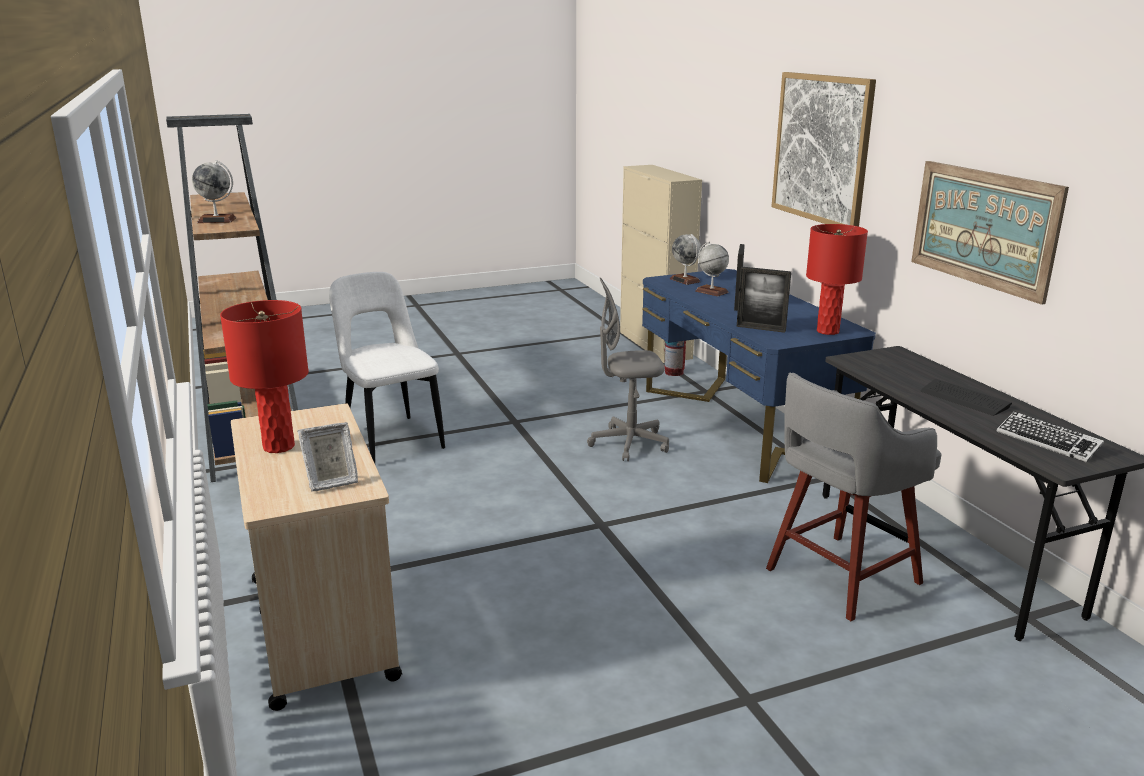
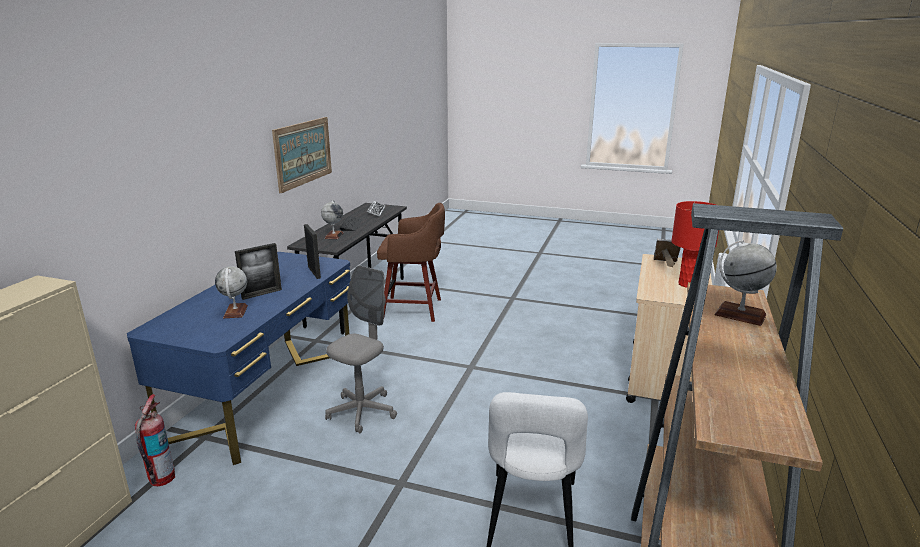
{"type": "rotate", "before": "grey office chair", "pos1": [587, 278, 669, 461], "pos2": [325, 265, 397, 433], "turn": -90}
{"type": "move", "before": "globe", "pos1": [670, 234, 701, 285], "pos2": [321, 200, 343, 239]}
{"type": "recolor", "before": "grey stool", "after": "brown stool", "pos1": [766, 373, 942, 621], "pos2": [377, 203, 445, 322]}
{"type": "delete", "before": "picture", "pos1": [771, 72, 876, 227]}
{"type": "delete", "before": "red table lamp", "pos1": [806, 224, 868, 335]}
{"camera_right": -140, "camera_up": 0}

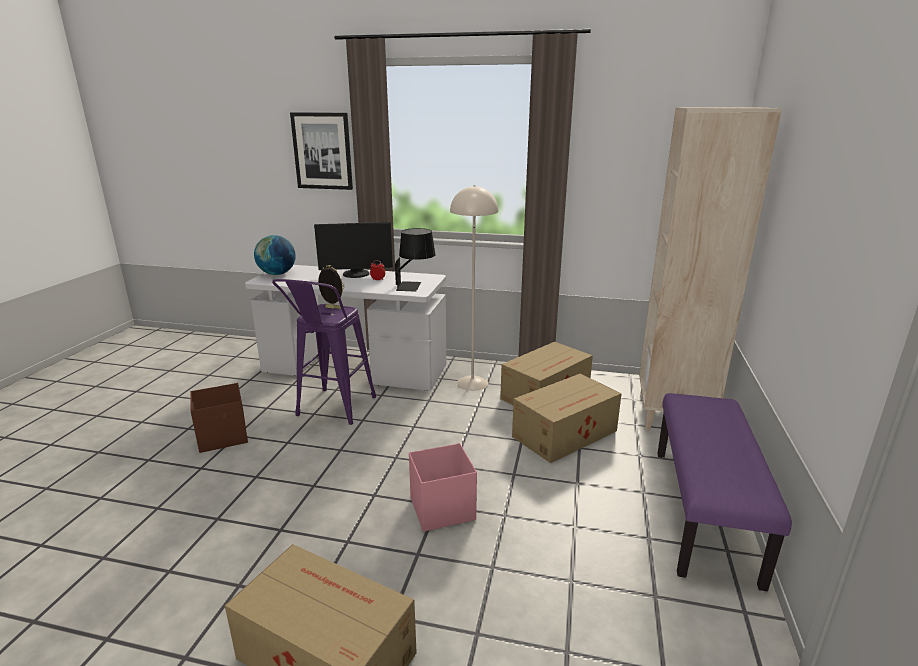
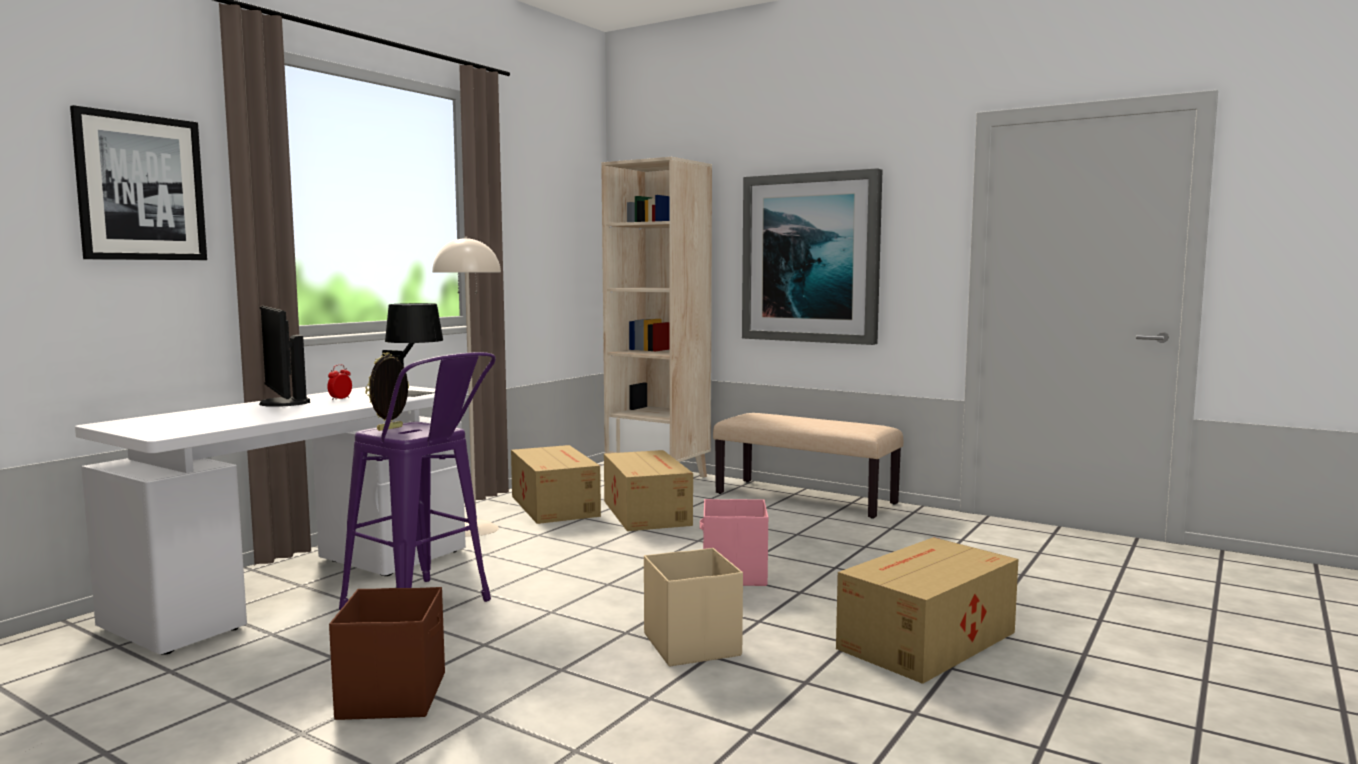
{"type": "delete", "before": "globe", "pos1": [254, 235, 296, 275]}
{"type": "rotate", "before": "monitor", "pos1": [314, 222, 393, 278], "pos2": [259, 306, 310, 407], "turn": 135}
{"type": "recolor", "before": "purple bench", "after": "beige bench", "pos1": [658, 393, 792, 591], "pos2": [713, 413, 903, 519]}
{"type": "insert", "after": "beige storage box", "pos2": [644, 548, 743, 667]}
{"type": "insert", "after": "picture", "pos2": [742, 168, 882, 345]}
{"camera_right": -70, "camera_up": -15}

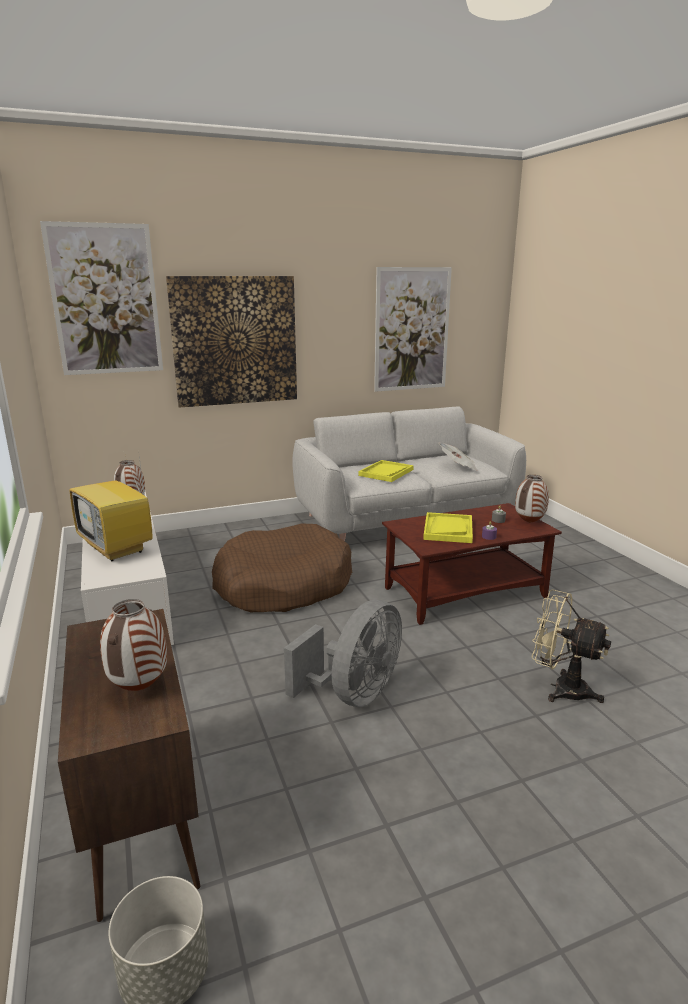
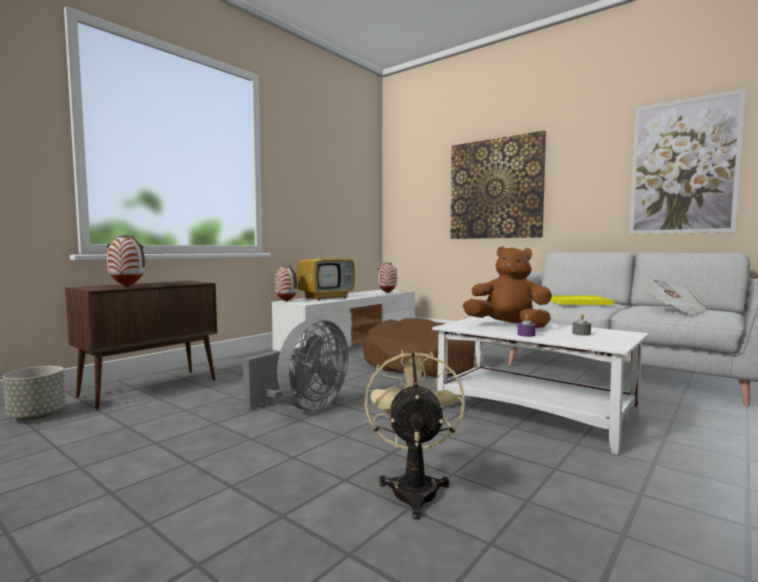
{"type": "delete", "before": "picture", "pos1": [40, 221, 163, 375]}
{"type": "rotate", "before": "television", "pos1": [70, 449, 153, 561], "pos2": [297, 241, 355, 301], "turn": -150}
{"type": "rotate", "before": "grey fan", "pos1": [284, 600, 402, 707], "pos2": [243, 318, 348, 410], "turn": -60}
{"type": "recolor", "before": "brown coffee table", "after": "white coffee table", "pos1": [382, 503, 562, 625], "pos2": [432, 317, 649, 455]}
{"type": "replace", "before": "yellow tray", "after": "brown plush toy", "pos1": [423, 512, 473, 543], "pos2": [463, 246, 552, 328]}
{"type": "move", "before": "vase", "pos1": [515, 475, 549, 523], "pos2": [274, 265, 298, 302]}
{"camera_right": 60, "camera_up": -15}

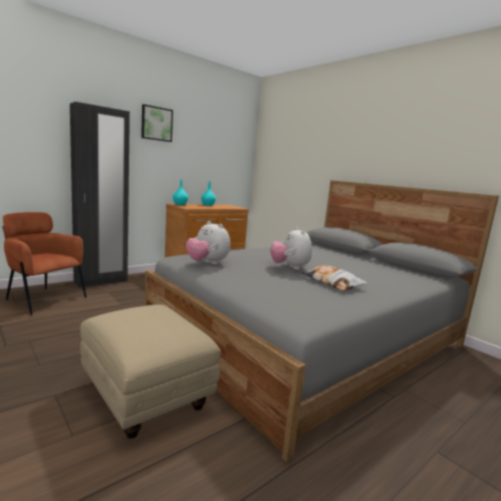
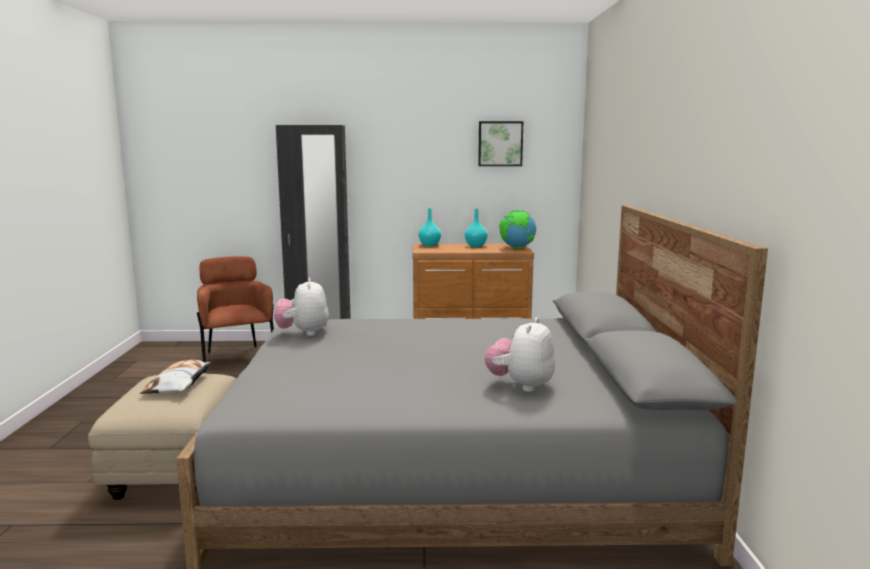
{"type": "move", "before": "picture", "pos1": [141, 104, 173, 142], "pos2": [478, 121, 523, 166]}
{"type": "move", "before": "plush toy", "pos1": [270, 227, 312, 270], "pos2": [485, 318, 555, 392]}
{"type": "move", "before": "pillow", "pos1": [301, 265, 368, 291], "pos2": [140, 360, 213, 394]}
{"type": "insert", "after": "globe", "pos2": [499, 210, 536, 248]}
{"camera_right": 40, "camera_up": 0}

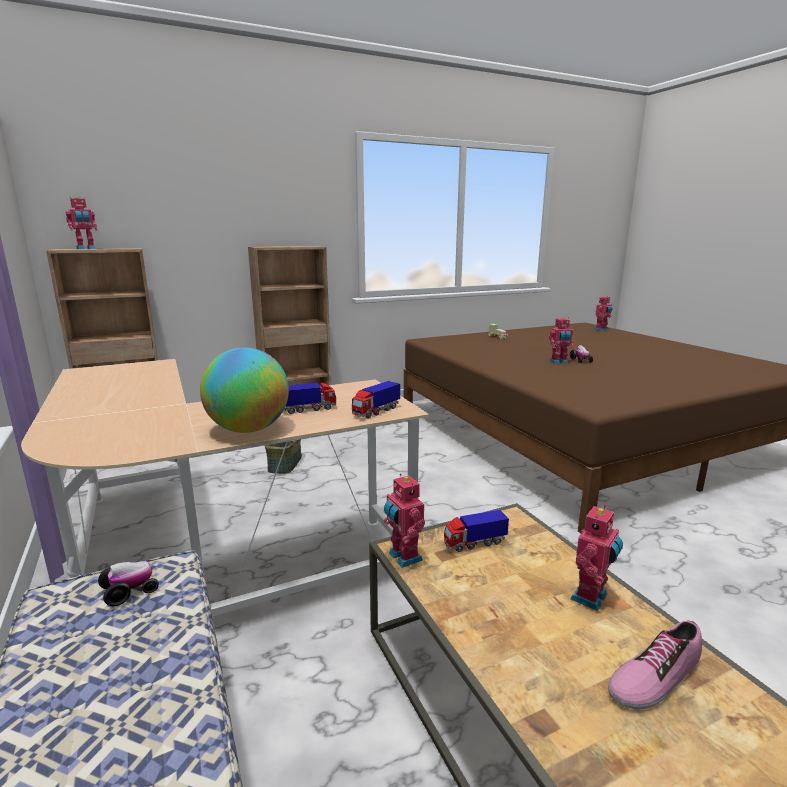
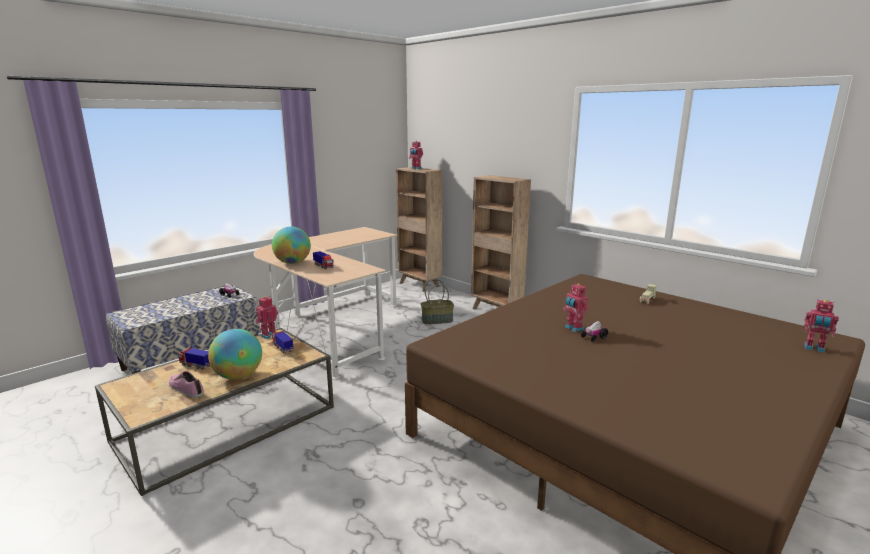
{"type": "move", "before": "toy truck", "pos1": [352, 381, 400, 419], "pos2": [179, 348, 210, 370]}
{"type": "replace", "before": "toy robot", "after": "globe", "pos1": [571, 505, 623, 611], "pos2": [208, 329, 262, 380]}
{"camera_right": 70, "camera_up": 0}

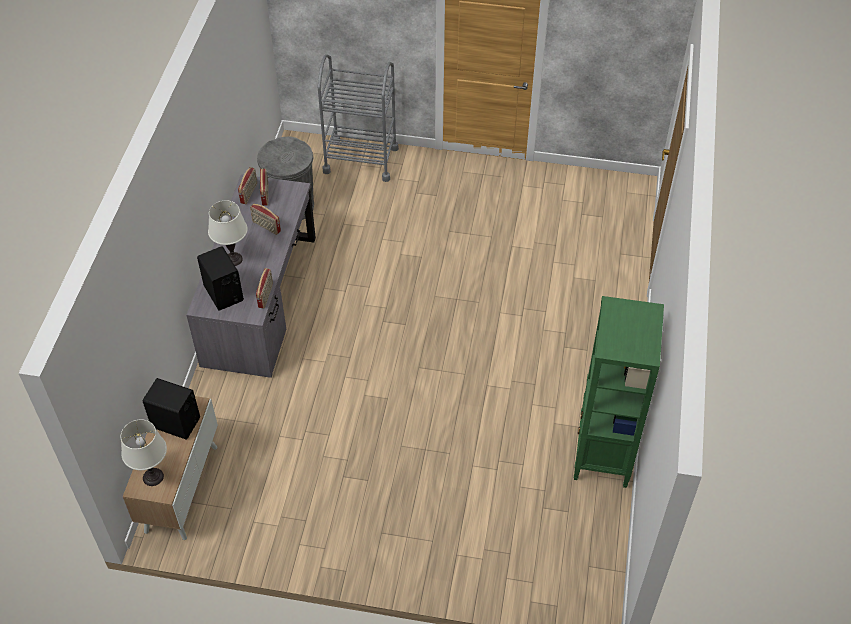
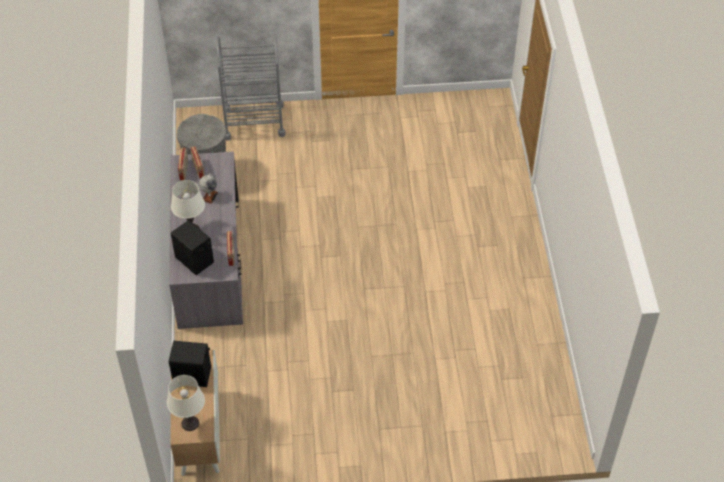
{"type": "replace", "before": "radio", "after": "globe", "pos1": [250, 203, 281, 235], "pos2": [199, 174, 218, 204]}
{"type": "delete", "before": "green bookcase", "pos1": [574, 296, 664, 488]}
{"camera_right": -15, "camera_up": 0}

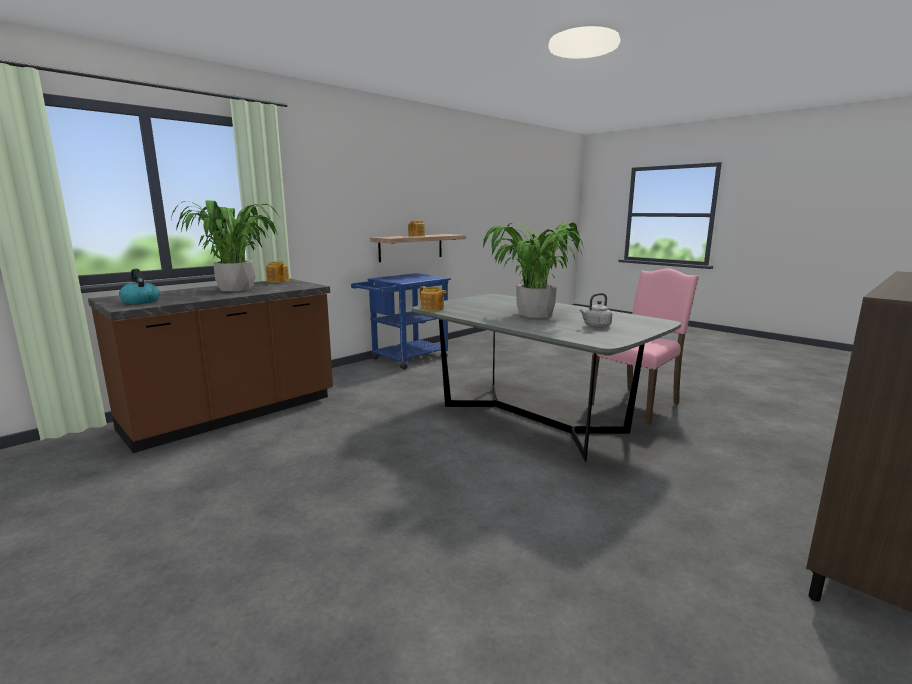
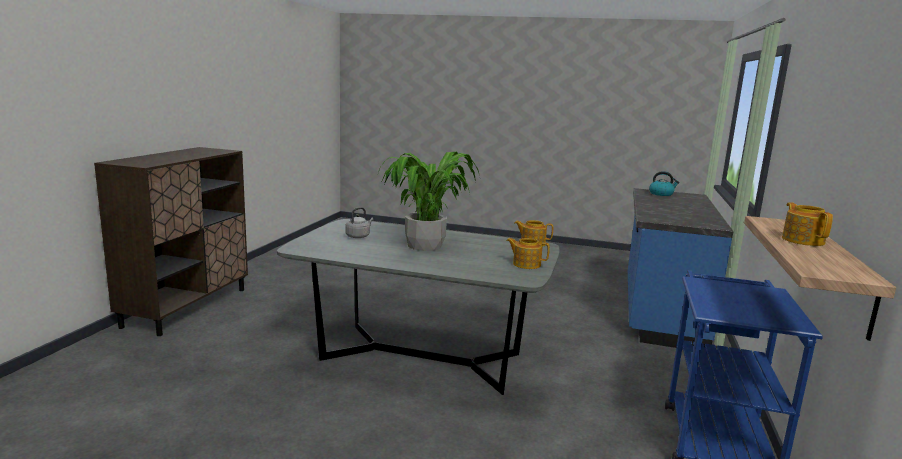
{"type": "recolor", "before": "brown counter", "after": "blue counter", "pos1": [88, 279, 333, 453], "pos2": [628, 188, 733, 348]}
{"type": "delete", "before": "potted plant", "pos1": [171, 201, 278, 291]}
{"type": "move", "before": "teapot", "pos1": [266, 261, 289, 283], "pos2": [506, 238, 550, 269]}
{"type": "delete", "before": "pink chair", "pos1": [588, 268, 699, 424]}
{"camera_right": 150, "camera_up": 0}

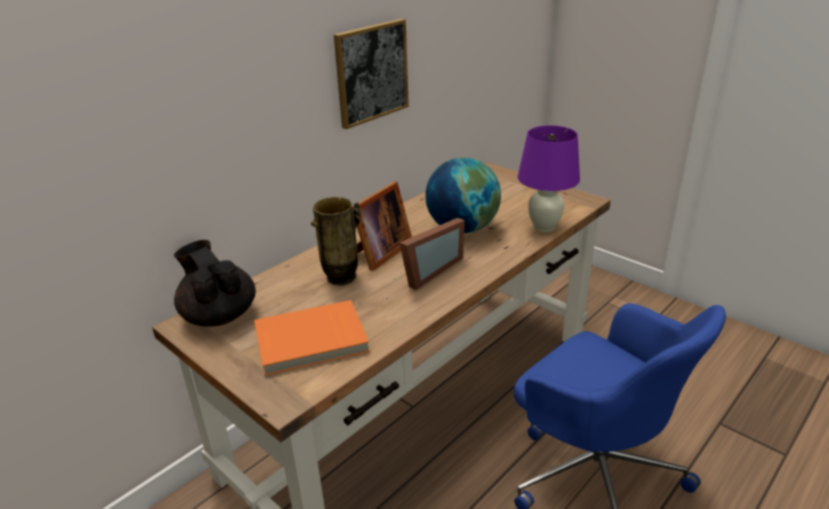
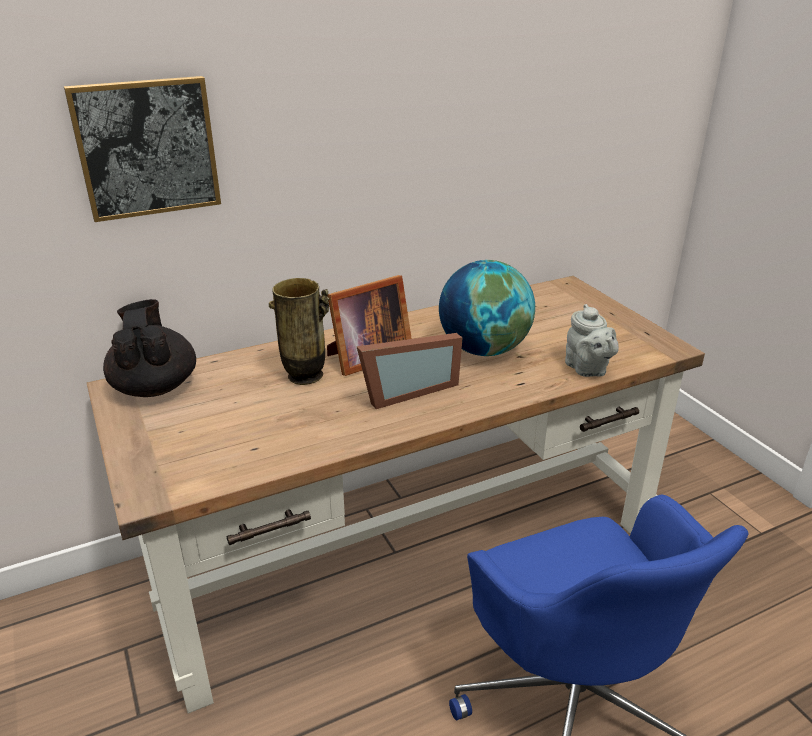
{"type": "delete", "before": "orange book", "pos1": [254, 300, 370, 376]}
{"type": "move", "before": "picture", "pos1": [334, 19, 409, 129], "pos2": [64, 76, 221, 222]}
{"type": "replace", "before": "purple table lamp", "after": "grey teapot", "pos1": [518, 125, 580, 232], "pos2": [565, 304, 619, 377]}
{"camera_right": 20, "camera_up": 0}

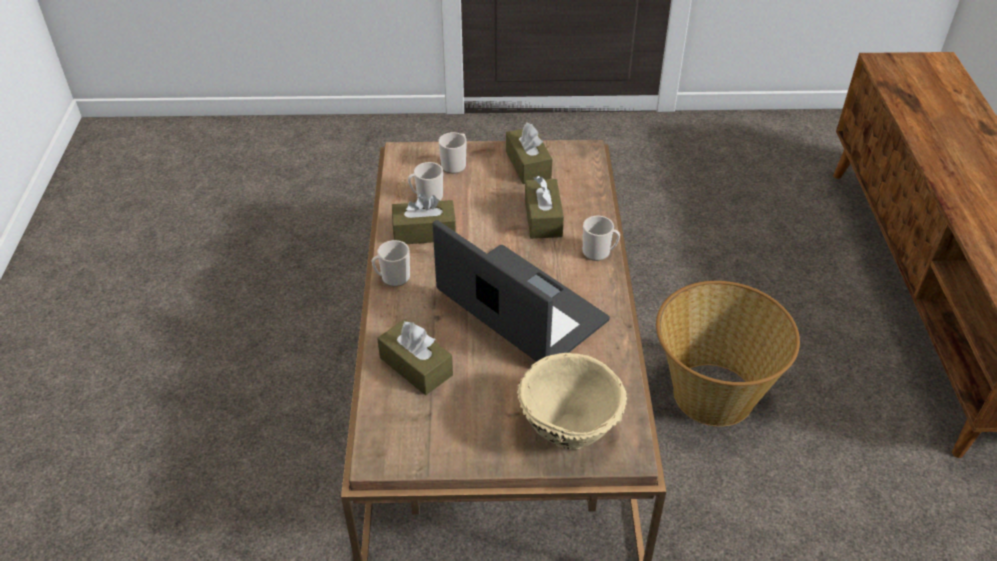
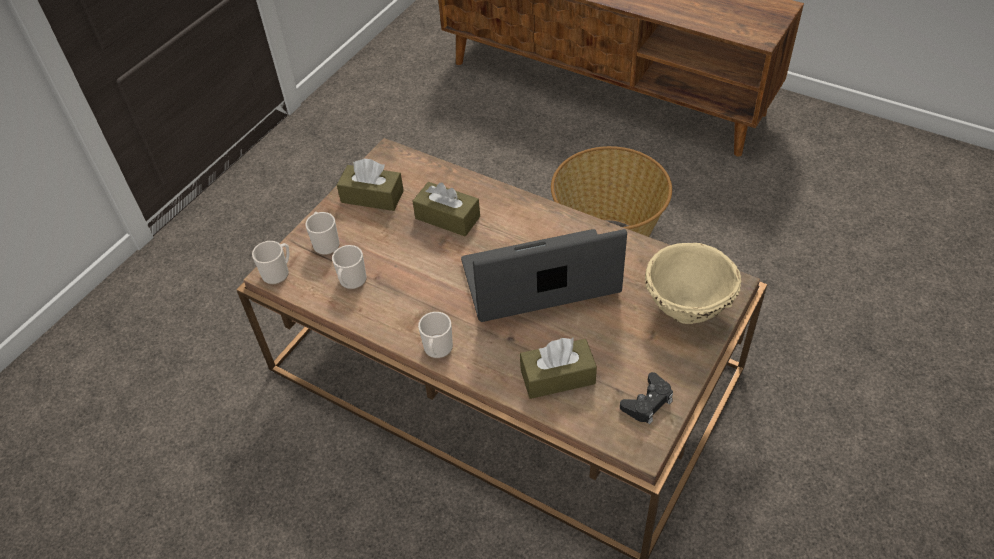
{"type": "delete", "before": "brown tissue box", "pos1": [392, 193, 456, 244]}
{"type": "move", "before": "mug", "pos1": [583, 216, 620, 261], "pos2": [252, 241, 289, 285]}
{"type": "insert", "after": "black game controller", "pos2": [620, 372, 673, 424]}
{"camera_right": -55, "camera_up": 5}

